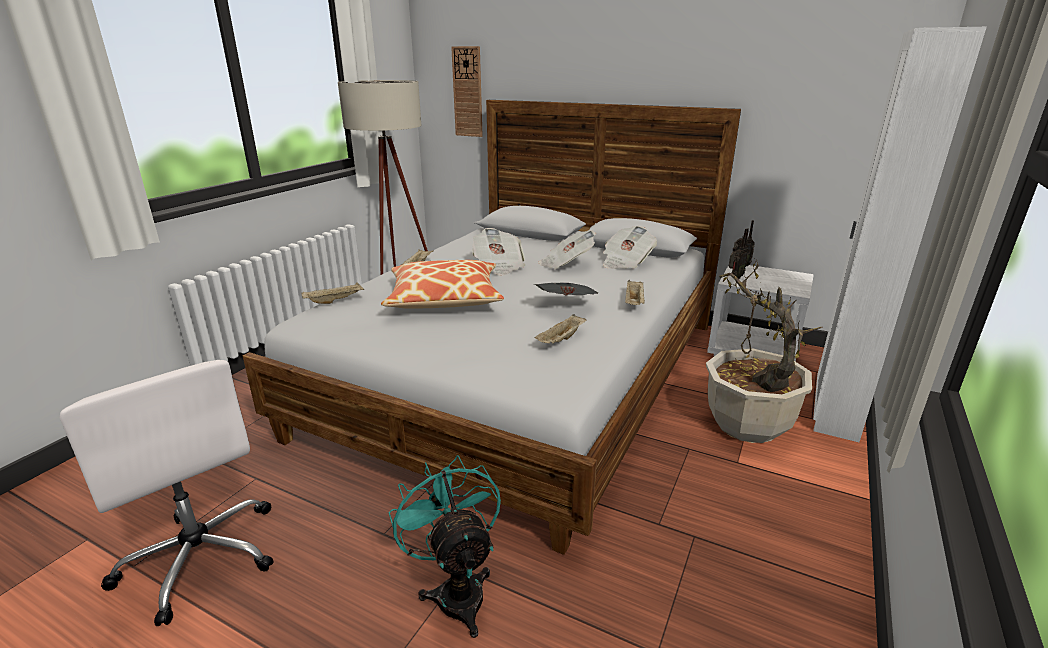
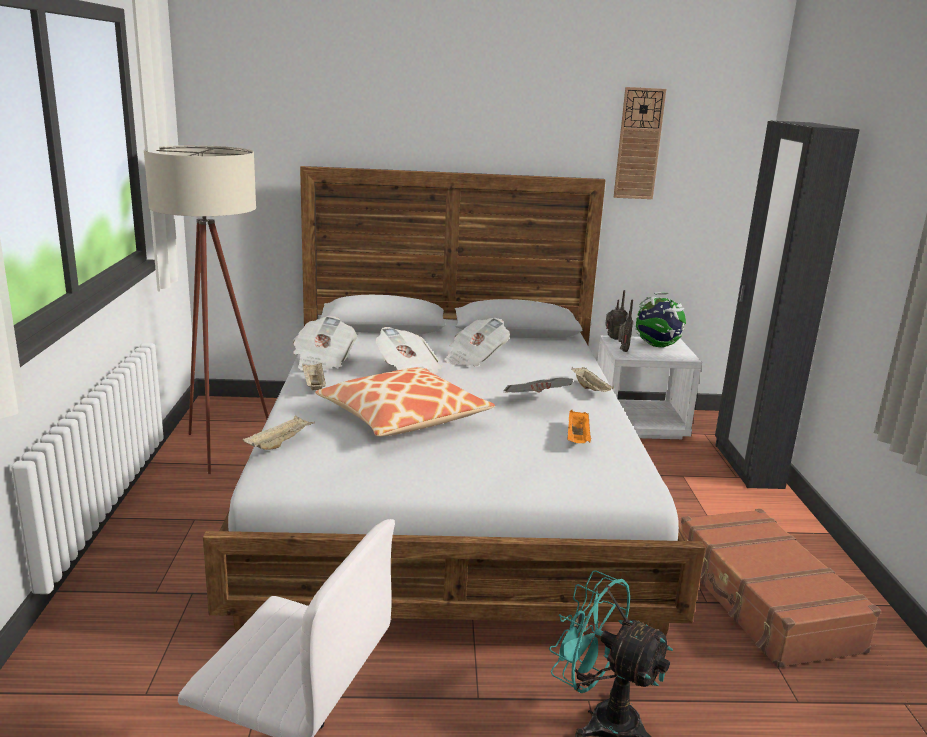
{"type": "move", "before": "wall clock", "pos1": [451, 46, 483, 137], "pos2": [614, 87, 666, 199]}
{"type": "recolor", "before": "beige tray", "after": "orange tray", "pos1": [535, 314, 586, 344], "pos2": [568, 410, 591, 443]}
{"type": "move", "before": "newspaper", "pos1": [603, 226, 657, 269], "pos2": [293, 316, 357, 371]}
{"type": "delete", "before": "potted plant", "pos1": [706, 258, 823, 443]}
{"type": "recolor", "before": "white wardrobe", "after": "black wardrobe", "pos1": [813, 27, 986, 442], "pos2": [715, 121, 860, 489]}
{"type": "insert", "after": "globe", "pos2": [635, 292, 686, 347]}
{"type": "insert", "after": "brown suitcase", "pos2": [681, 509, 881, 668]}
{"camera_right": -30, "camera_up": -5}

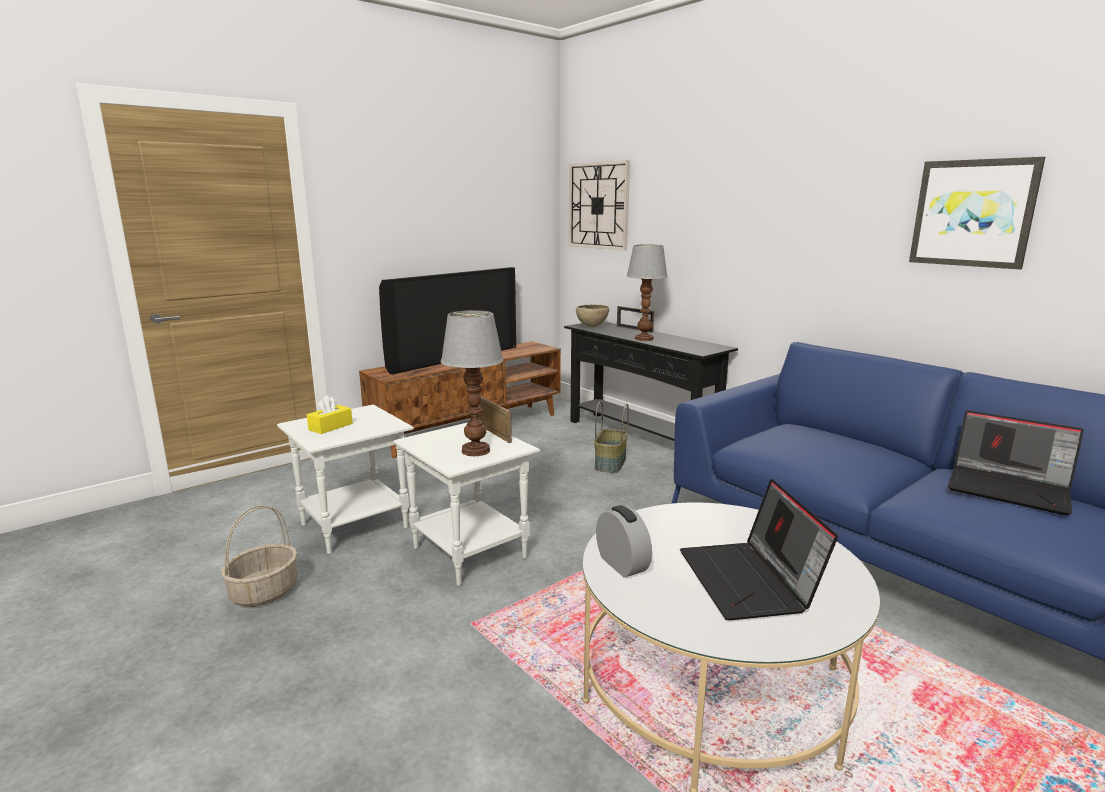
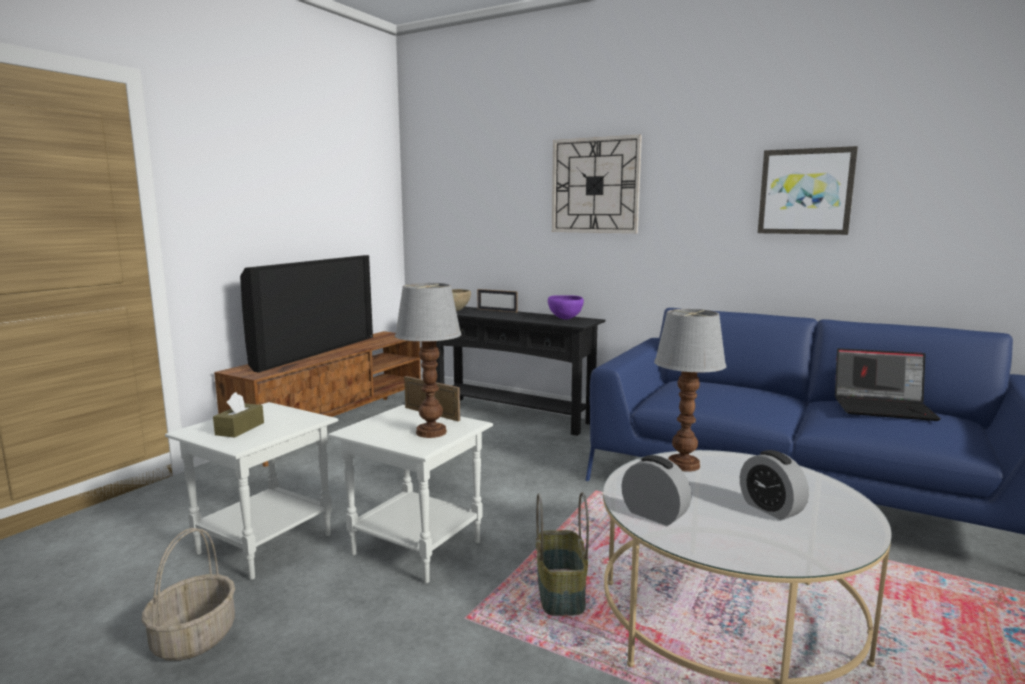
{"type": "recolor", "before": "yellow tissue box", "after": "brown tissue box", "pos1": [307, 395, 353, 434], "pos2": [213, 392, 264, 437]}
{"type": "move", "before": "wall clock", "pos1": [569, 160, 630, 251], "pos2": [552, 135, 642, 233]}
{"type": "move", "before": "basket", "pos1": [594, 401, 629, 473], "pos2": [536, 492, 589, 616]}
{"type": "move", "before": "table lamp", "pos1": [626, 244, 668, 341], "pos2": [654, 309, 727, 472]}
{"type": "replace", "before": "laptop", "after": "alarm clock", "pos1": [680, 479, 838, 620], "pos2": [740, 450, 809, 520]}
{"type": "insert", "after": "purple bowl", "pos2": [548, 295, 584, 320]}
{"camera_right": -20, "camera_up": -5}

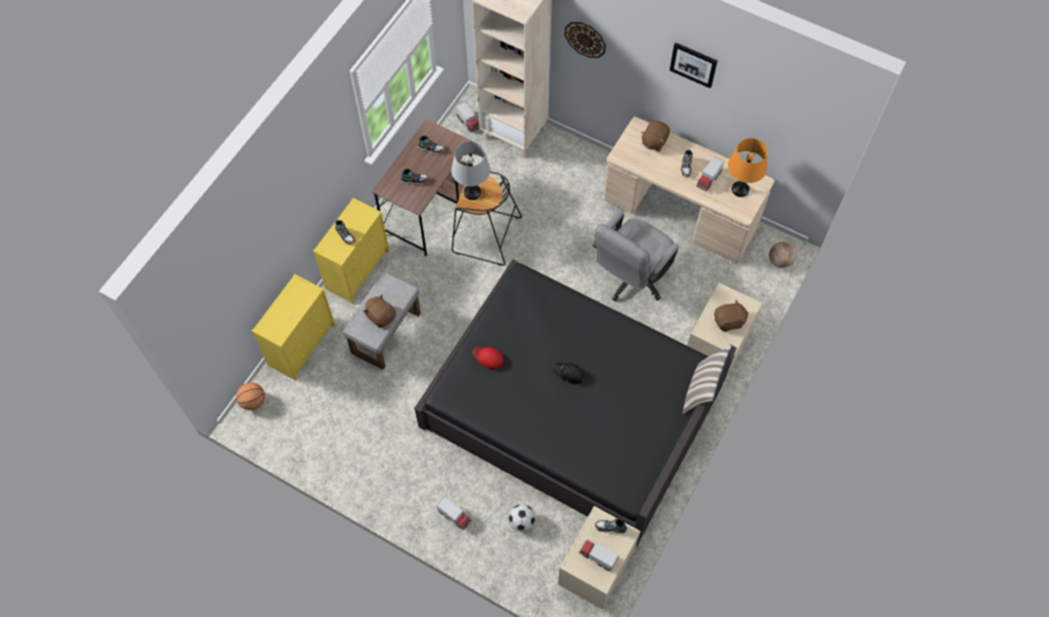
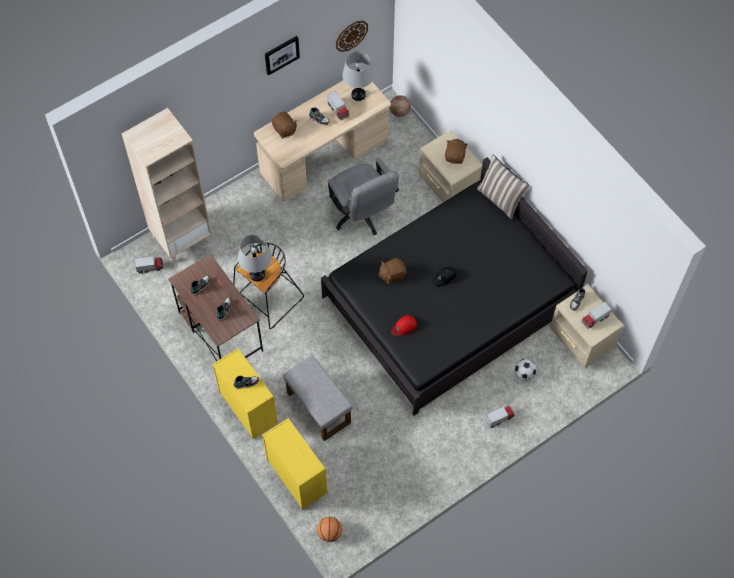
{"type": "move", "before": "brown plush toy", "pos1": [363, 294, 396, 328], "pos2": [378, 258, 406, 284]}
{"type": "move", "before": "wall clock", "pos1": [564, 22, 606, 58], "pos2": [336, 21, 368, 52]}
{"type": "recolor", "before": "orange table lamp", "after": "grey table lamp", "pos1": [728, 138, 768, 197], "pos2": [342, 51, 374, 101]}
{"camera_right": -65, "camera_up": 0}

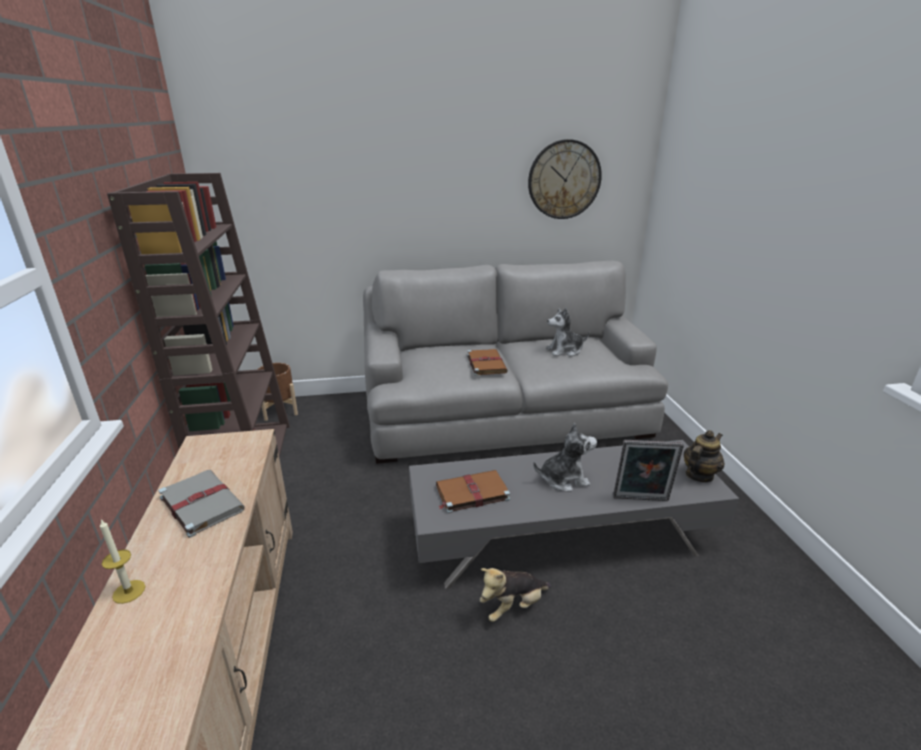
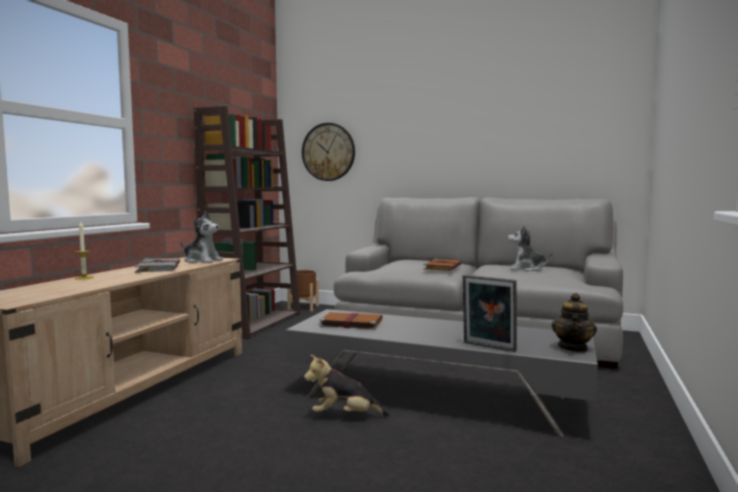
{"type": "move", "before": "wall clock", "pos1": [528, 139, 602, 219], "pos2": [302, 123, 355, 181]}
{"type": "move", "before": "plush toy", "pos1": [533, 423, 597, 492], "pos2": [180, 211, 223, 263]}
{"type": "rotate", "before": "teapot", "pos1": [684, 430, 725, 482], "pos2": [552, 293, 597, 352], "turn": 120}
{"camera_right": 30, "camera_up": -20}

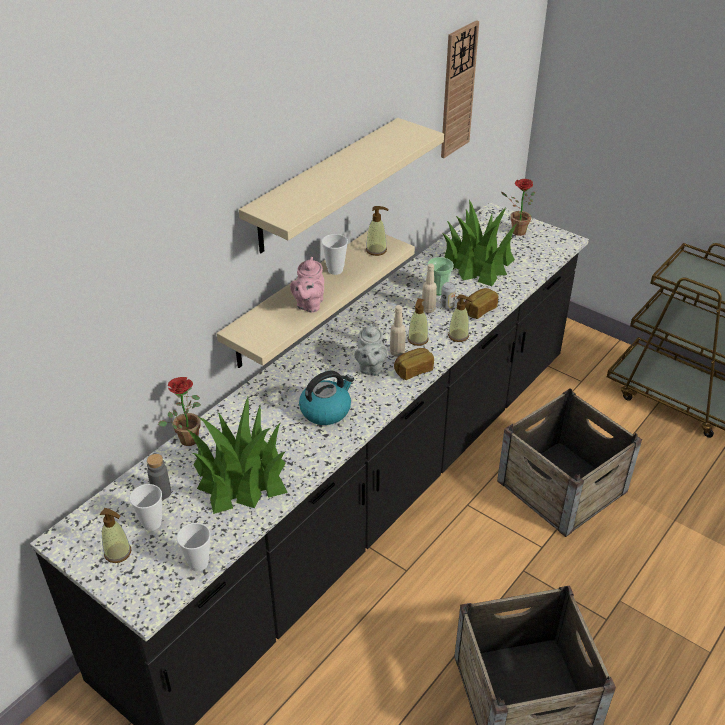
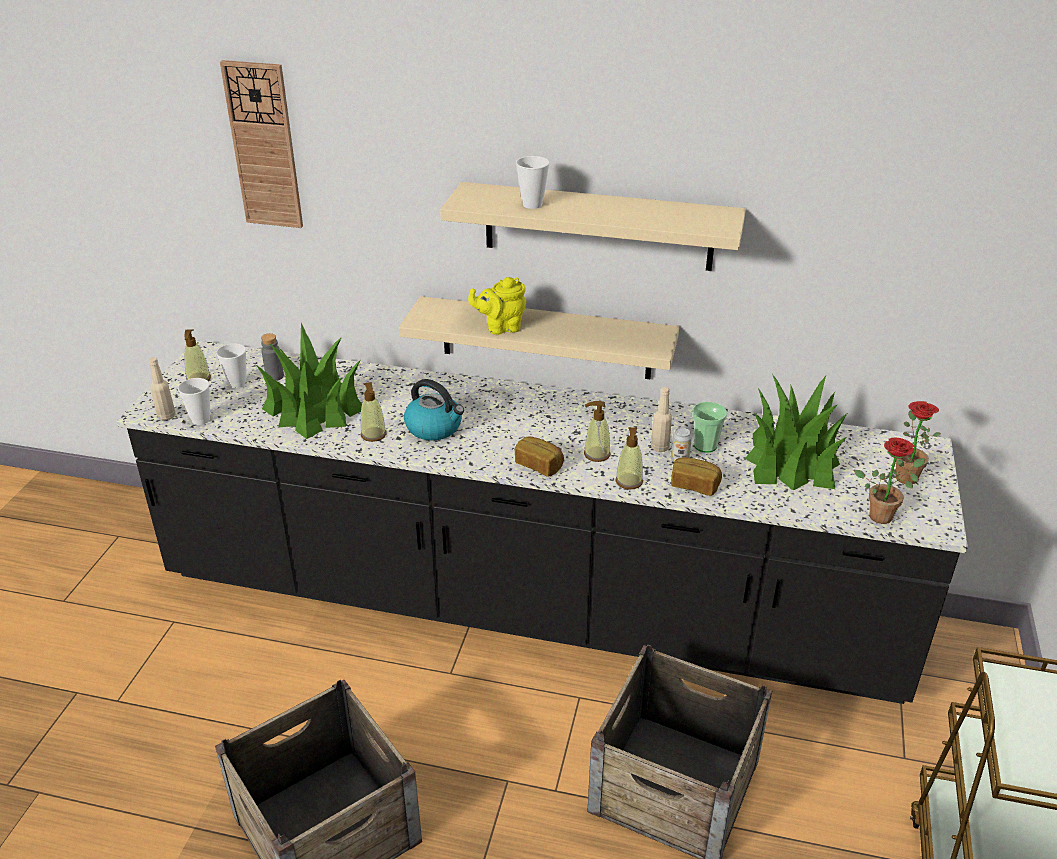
{"type": "move", "before": "potted plant", "pos1": [158, 377, 201, 446], "pos2": [854, 438, 925, 524]}
{"type": "recolor", "before": "pink teapot", "after": "yellow teapot", "pos1": [290, 257, 324, 313], "pos2": [468, 277, 527, 335]}
{"type": "move", "before": "cup", "pos1": [322, 234, 348, 275], "pos2": [516, 156, 550, 209]}
{"type": "delete", "before": "grey teapot", "pos1": [354, 323, 388, 376]}
{"type": "move", "before": "soap dispenser", "pos1": [366, 206, 388, 256], "pos2": [361, 382, 387, 442]}
{"type": "move", "before": "beige bottle", "pos1": [390, 305, 406, 357], "pos2": [149, 357, 176, 420]}
{"type": "move", "before": "wall clock", "pos1": [441, 20, 479, 158], "pos2": [220, 60, 303, 228]}
{"camera_right": 65, "camera_up": -5}

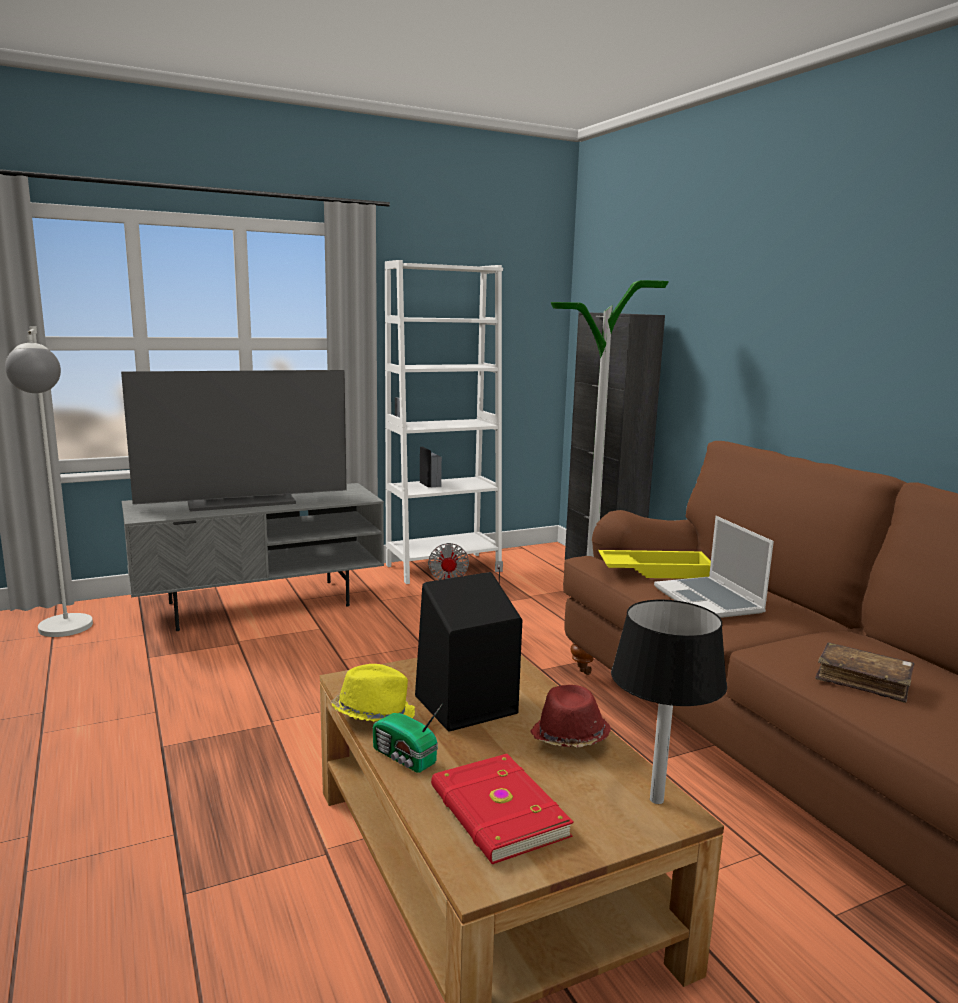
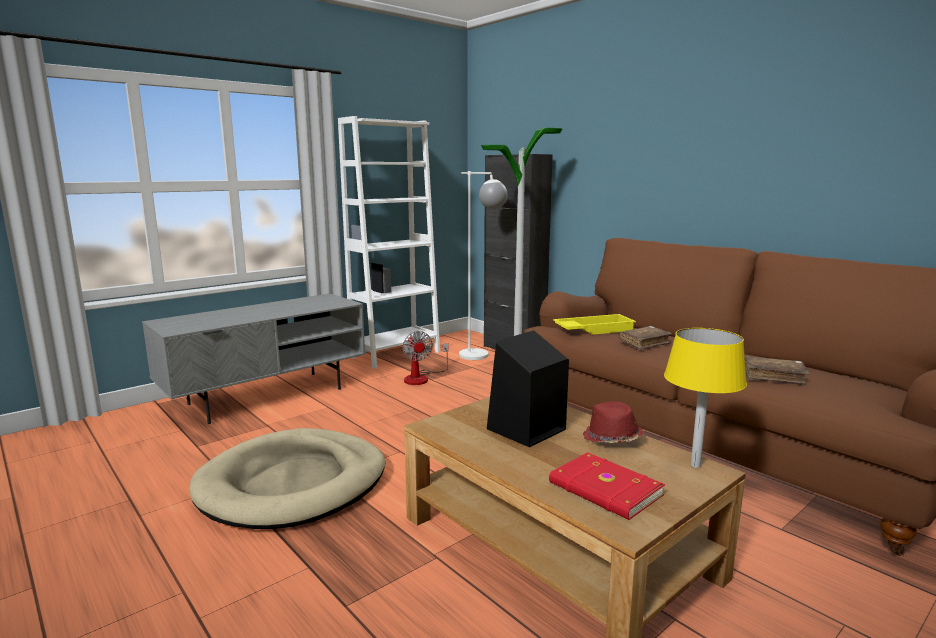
{"type": "move", "before": "white floor lamp", "pos1": [5, 326, 93, 637], "pos2": [459, 171, 508, 360]}
{"type": "delete", "before": "television", "pos1": [121, 370, 346, 512]}
{"type": "delete", "before": "yellow hat", "pos1": [331, 664, 416, 722]}
{"type": "delete", "before": "radio", "pos1": [373, 705, 442, 772]}
{"type": "recolor", "before": "black table lamp", "after": "yellow table lamp", "pos1": [611, 600, 727, 804], "pos2": [664, 328, 747, 468]}
{"type": "replace", "before": "laptop", "after": "brown book", "pos1": [654, 516, 774, 618], "pos2": [619, 326, 672, 350]}
{"type": "insert", "after": "beige dog bed", "pos2": [189, 428, 385, 529]}
{"camera_right": -15, "camera_up": 0}

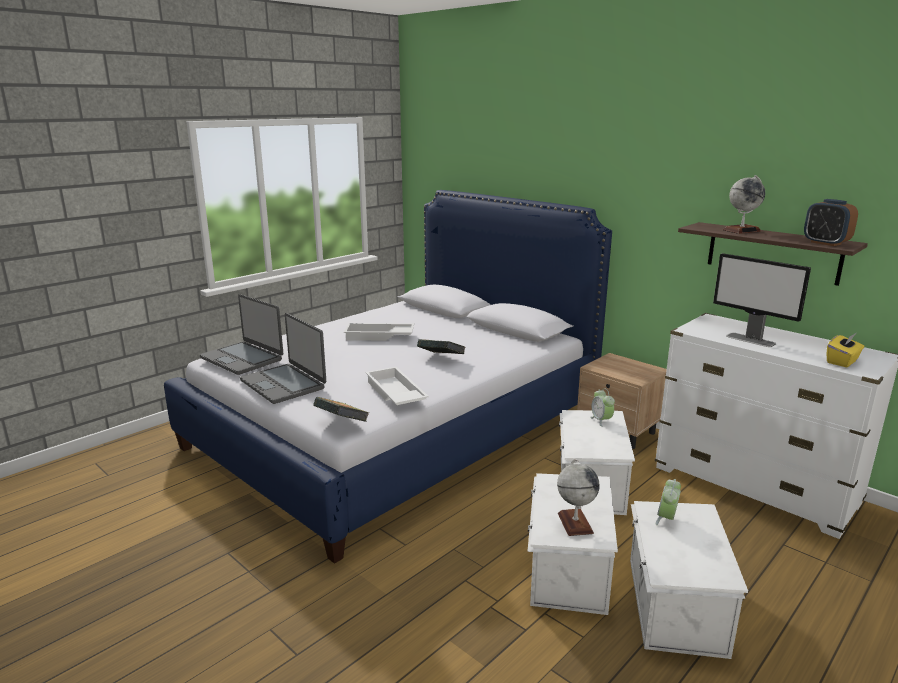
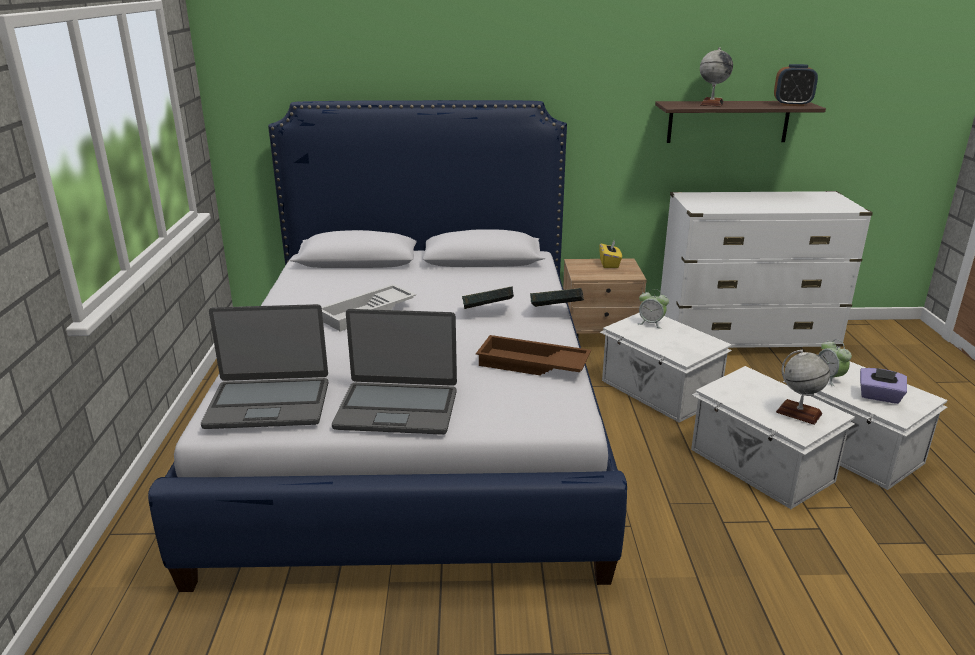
{"type": "move", "before": "book", "pos1": [314, 397, 369, 422], "pos2": [530, 288, 584, 307]}
{"type": "recolor", "before": "white tray", "after": "brown tray", "pos1": [366, 367, 429, 405], "pos2": [476, 335, 591, 376]}
{"type": "delete", "before": "monitor", "pos1": [713, 253, 811, 347]}
{"type": "move", "before": "yellow tissue box", "pos1": [827, 333, 864, 367], "pos2": [599, 241, 622, 268]}
{"type": "insert", "after": "purple tissue box", "pos2": [860, 368, 907, 404]}
{"camera_right": -45, "camera_up": 5}

